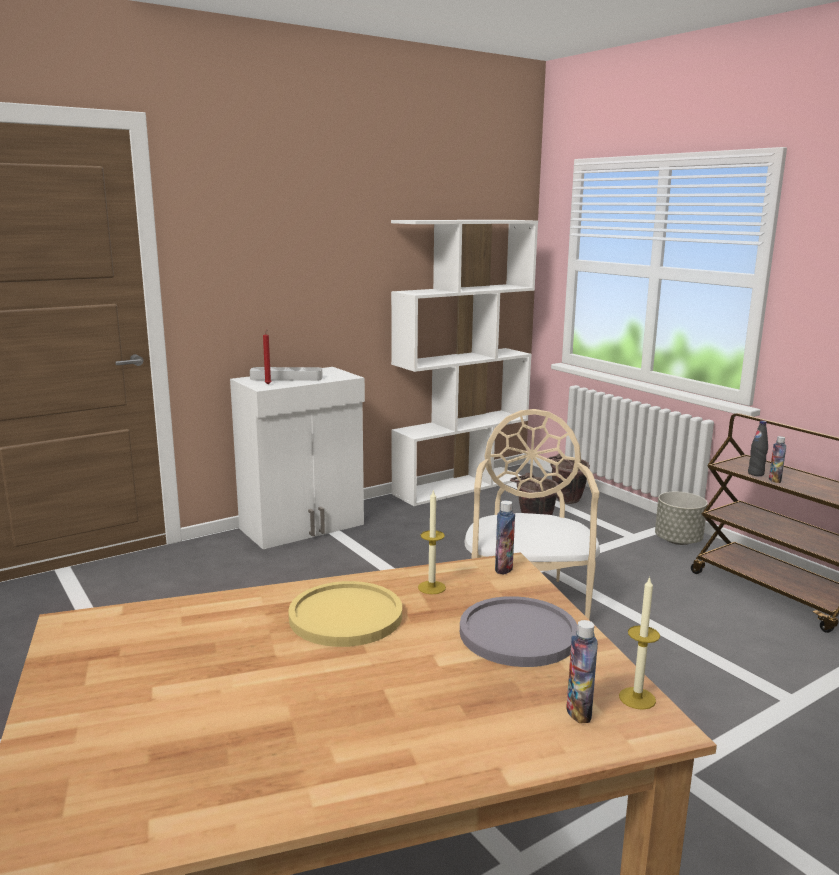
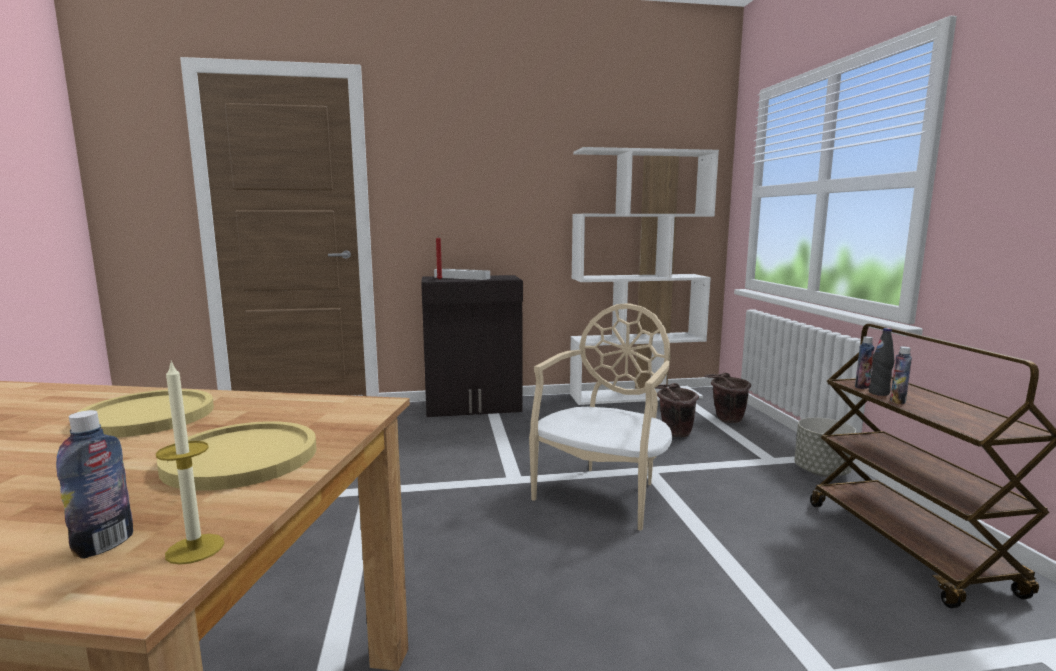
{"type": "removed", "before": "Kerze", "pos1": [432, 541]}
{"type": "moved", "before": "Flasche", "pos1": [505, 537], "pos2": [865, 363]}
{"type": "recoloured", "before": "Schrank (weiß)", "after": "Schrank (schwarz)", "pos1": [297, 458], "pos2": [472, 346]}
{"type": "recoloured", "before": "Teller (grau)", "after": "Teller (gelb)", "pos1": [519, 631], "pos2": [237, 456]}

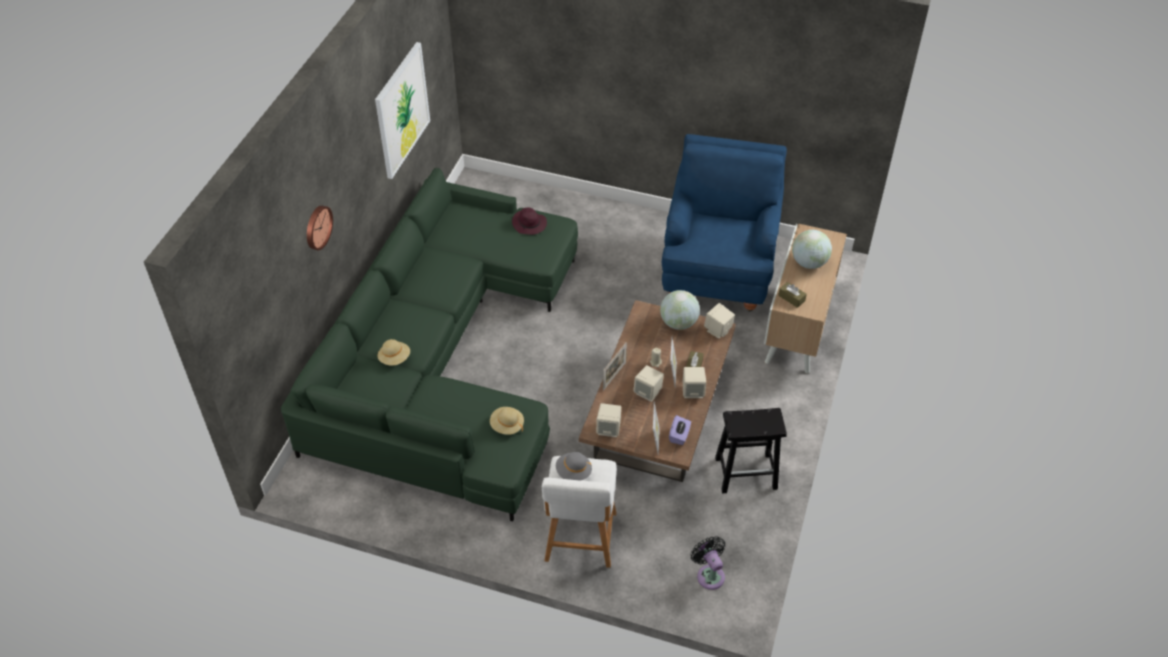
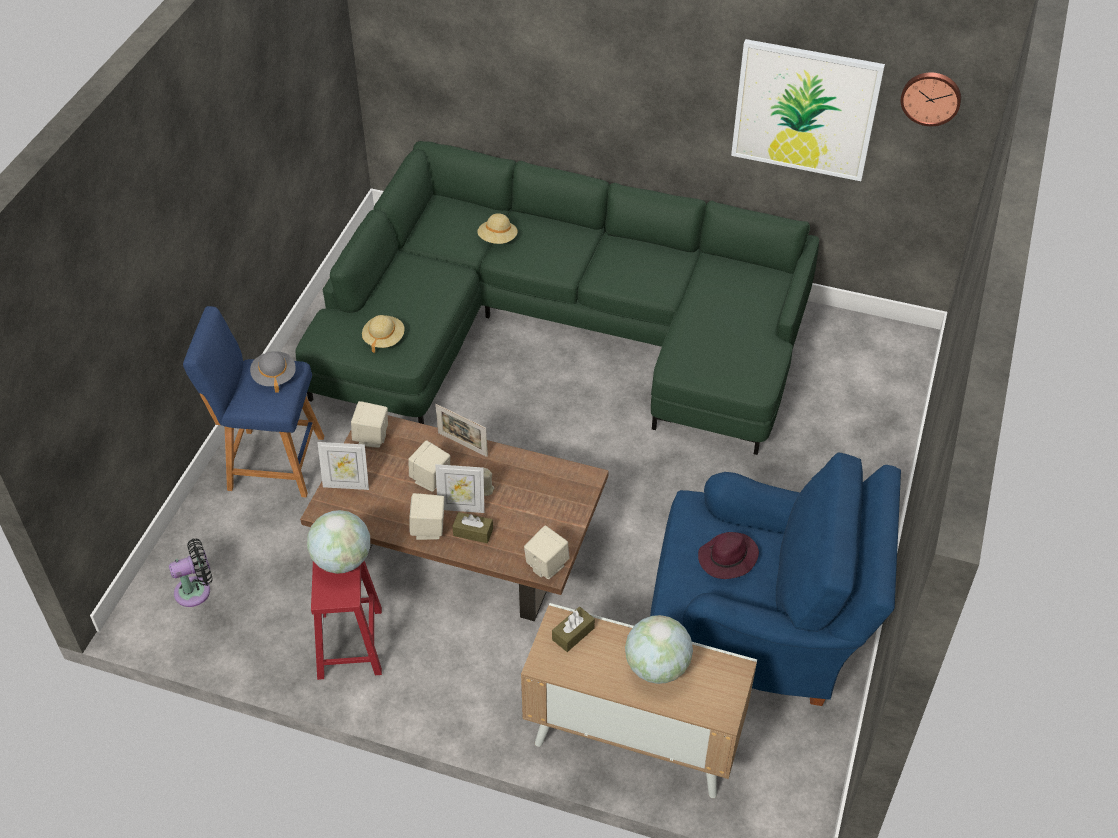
{"type": "removed", "before": "Taschentuchbox (lila)", "pos1": [680, 430]}
{"type": "moved", "before": "Wanduhr", "pos1": [320, 227], "pos2": [931, 99]}
{"type": "moved", "before": "Hut (lila)", "pos1": [529, 221], "pos2": [728, 555]}
{"type": "moved", "before": "Globus", "pos1": [680, 310], "pos2": [338, 542]}
{"type": "recoloured", "before": "Hocker (weiß)", "after": "Hocker (blau)", "pos1": [579, 512], "pos2": [253, 401]}
{"type": "recoloured", "before": "Hocker (schwarz)", "after": "Hocker (rot)", "pos1": [751, 451], "pos2": [346, 620]}

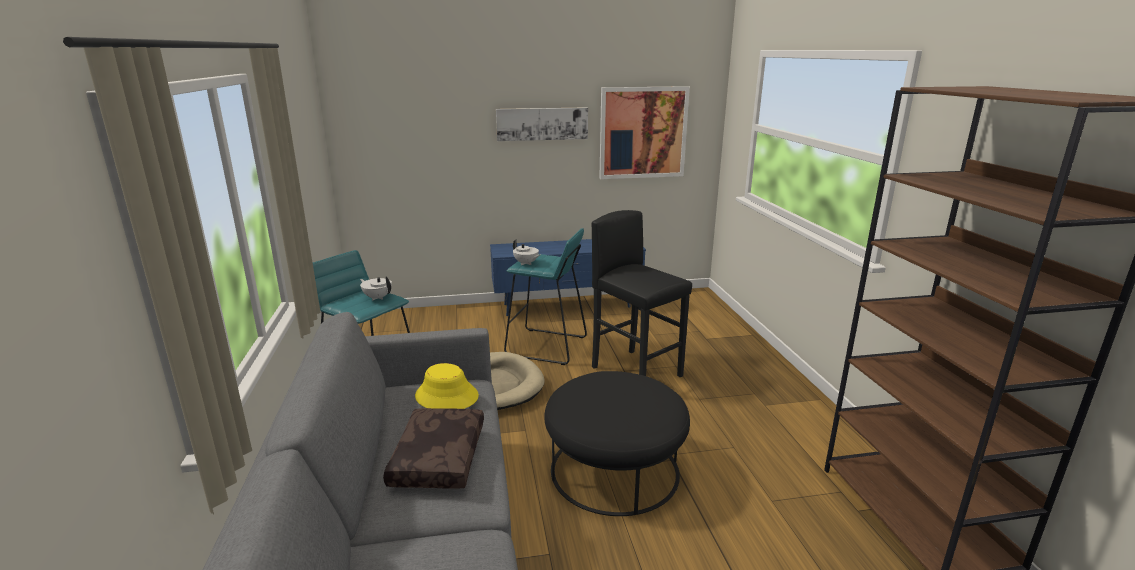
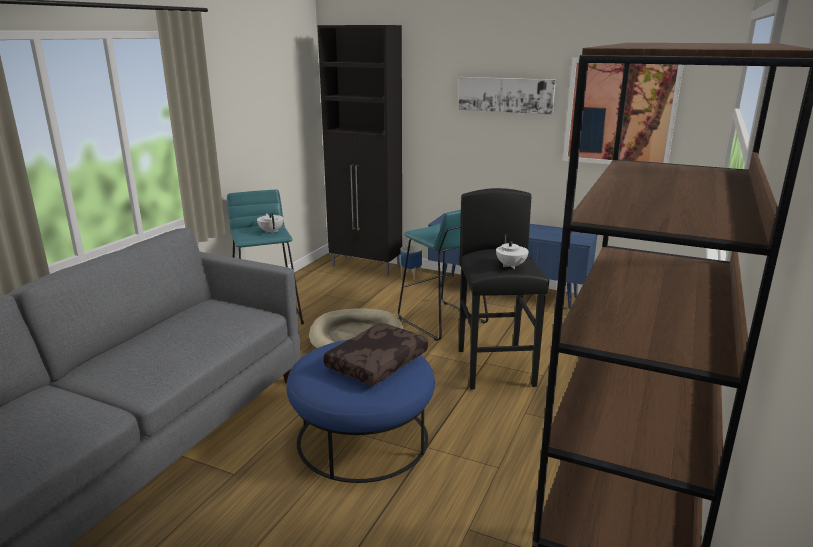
{"type": "removed", "before": "Hut (gelb)", "pos1": [447, 386]}
{"type": "added", "after": "Schrank (schwarz)", "pos2": [360, 150]}
{"type": "added", "after": "Pflanzkübel", "pos2": [411, 262]}
{"type": "moved", "before": "Kissen (braun)", "pos1": [433, 448], "pos2": [376, 354]}
{"type": "moved", "before": "Teekanne (weiß)", "pos1": [526, 252], "pos2": [512, 251]}
{"type": "recoloured", "before": "Polsterhocker (schwarz)", "after": "Polsterhocker (blau)", "pos1": [617, 443], "pos2": [360, 411]}

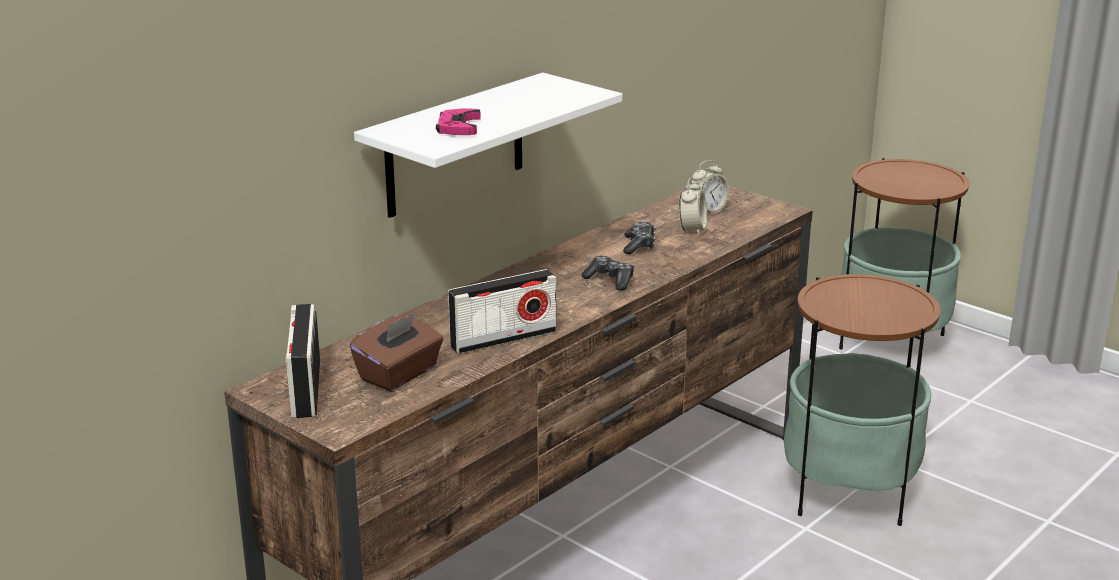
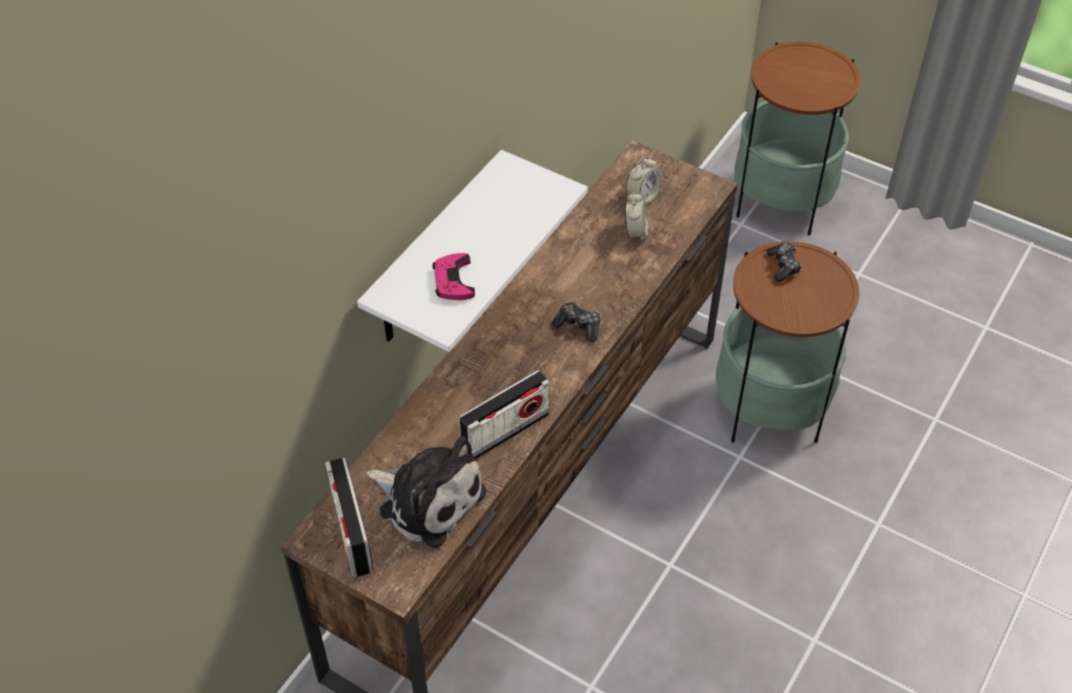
{"type": "moved", "before": "Gamepad", "pos1": [639, 238], "pos2": [784, 262]}
{"type": "replaced", "before": "Taschentuchbox (braun)", "after": "Plüschtier", "pos1": [396, 352], "pos2": [426, 492]}

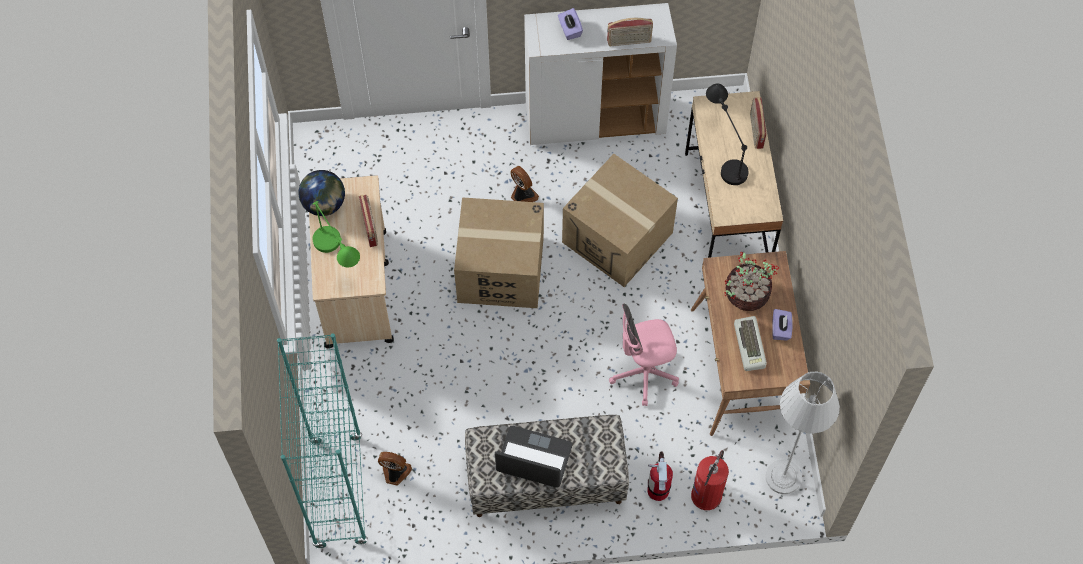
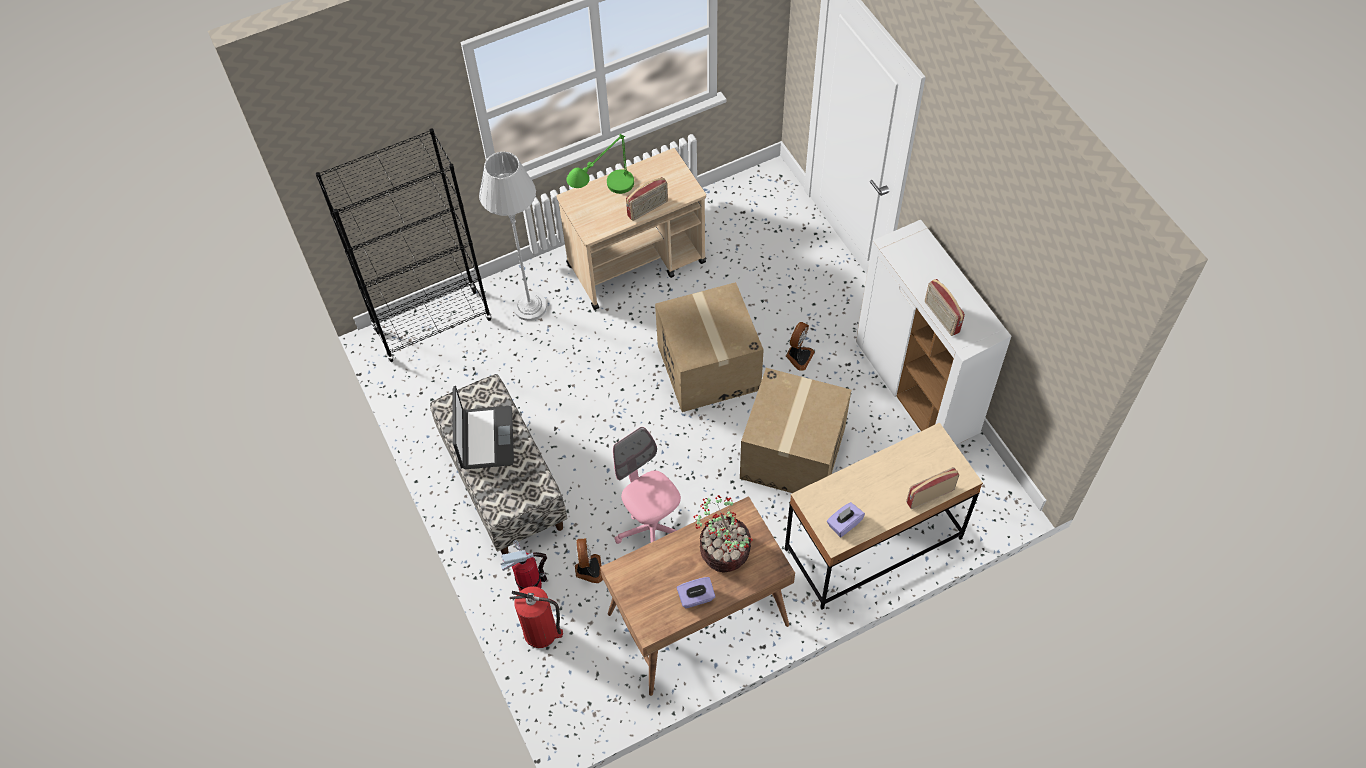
{"type": "removed", "before": "Globus", "pos1": [322, 193]}
{"type": "removed", "before": "Tischlampe (schwarz)", "pos1": [727, 134]}
{"type": "removed", "before": "Tastatur", "pos1": [750, 343]}
{"type": "moved", "before": "Ventilator", "pos1": [395, 469], "pos2": [589, 560]}
{"type": "moved", "before": "Taschentuchbox (lila)", "pos1": [570, 24], "pos2": [846, 519]}
{"type": "moved", "before": "Stehlampe (grau)", "pos1": [803, 432], "pos2": [513, 236]}
{"type": "recoloured", "before": "Bücherregal (türkis)", "after": "Bücherregal (schwarz)", "pos1": [322, 441], "pos2": [404, 245]}

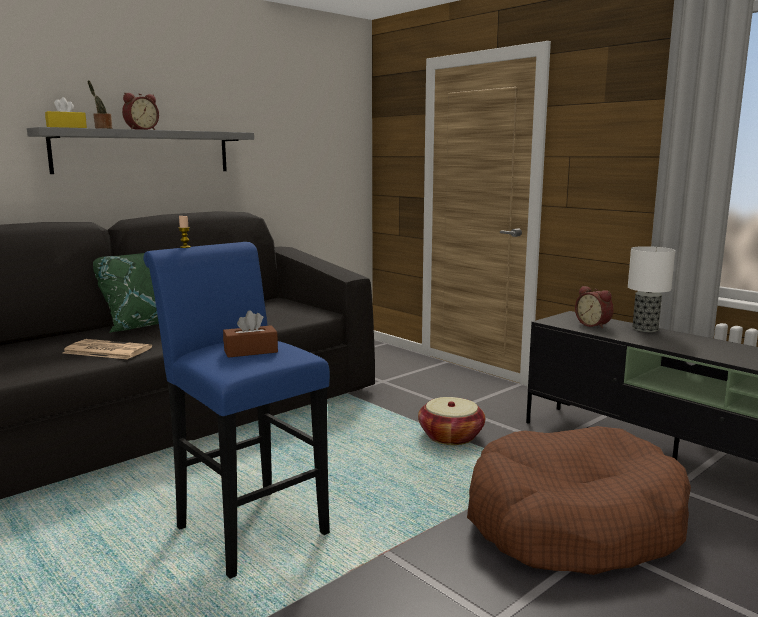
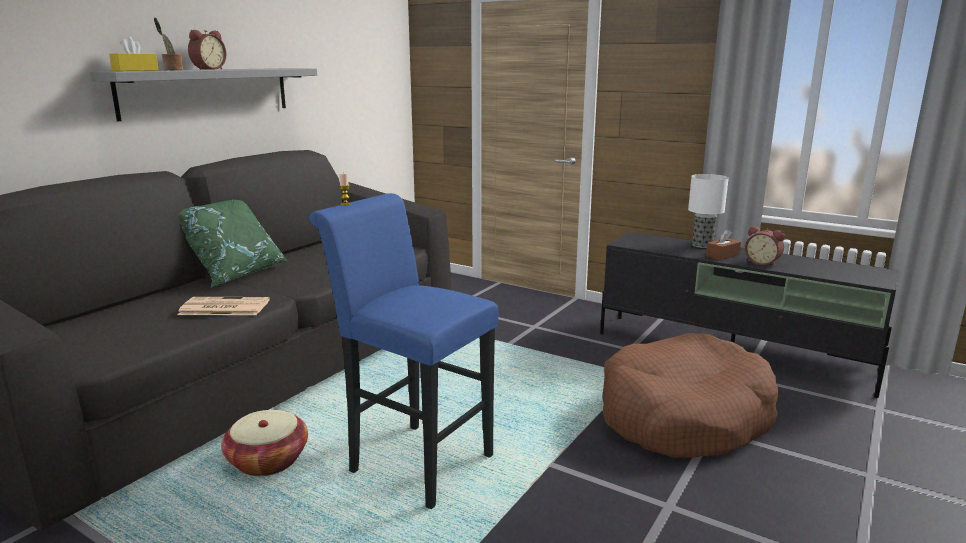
{"type": "moved", "before": "Taschentuchbox (braun)", "pos1": [250, 334], "pos2": [723, 244]}
{"type": "moved", "before": "Korb", "pos1": [451, 421], "pos2": [264, 443]}
{"type": "moved", "before": "Wecker", "pos1": [594, 307], "pos2": [765, 246]}

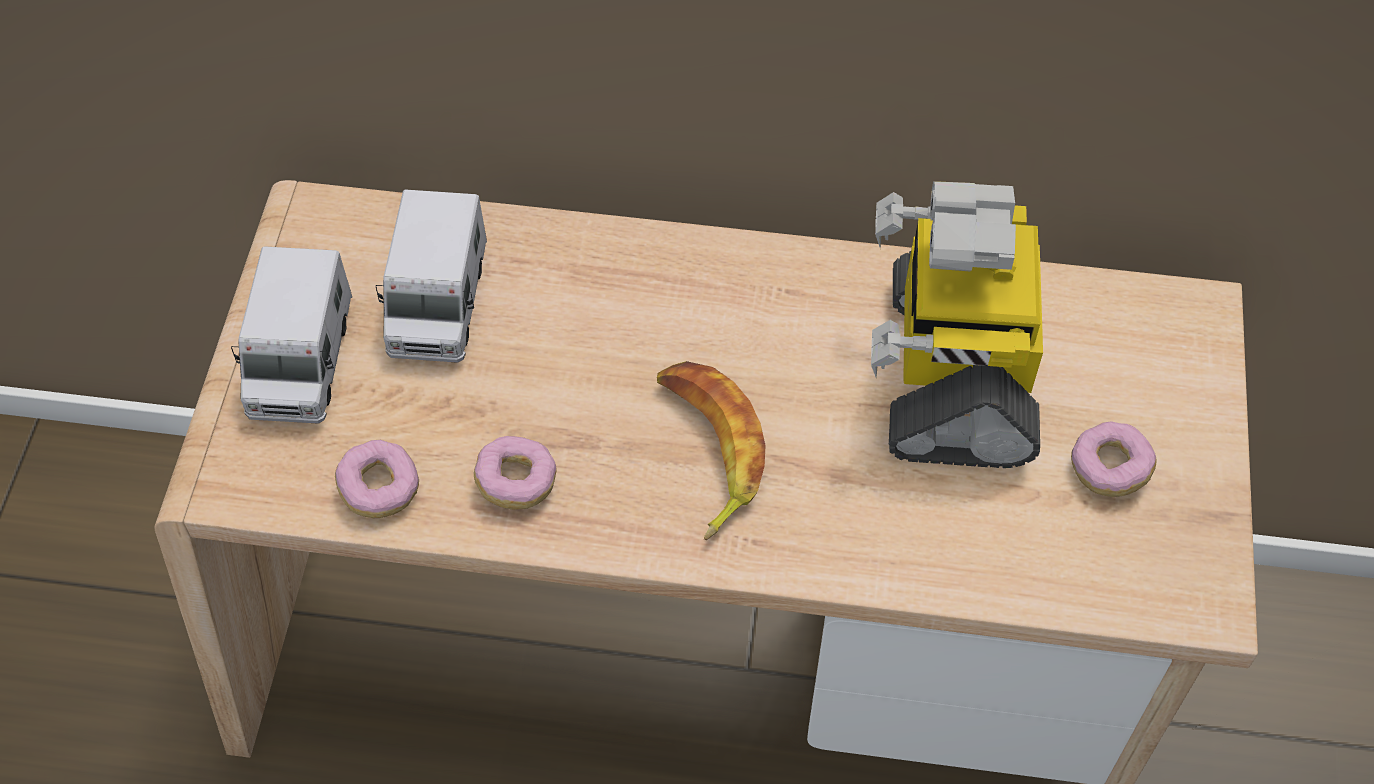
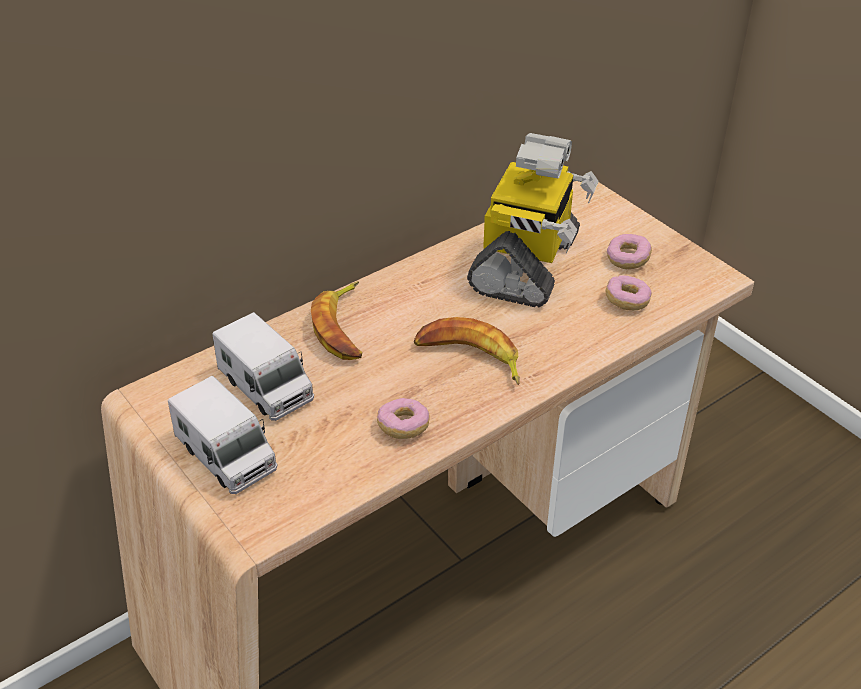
{"type": "added", "after": "Banane", "pos2": [336, 320]}
{"type": "moved", "before": "Donut", "pos1": [377, 479], "pos2": [628, 292]}
{"type": "turned", "before": "Spielzeugroboter", "pos1": [957, 324], "pos2": [533, 220], "turn": -120}

